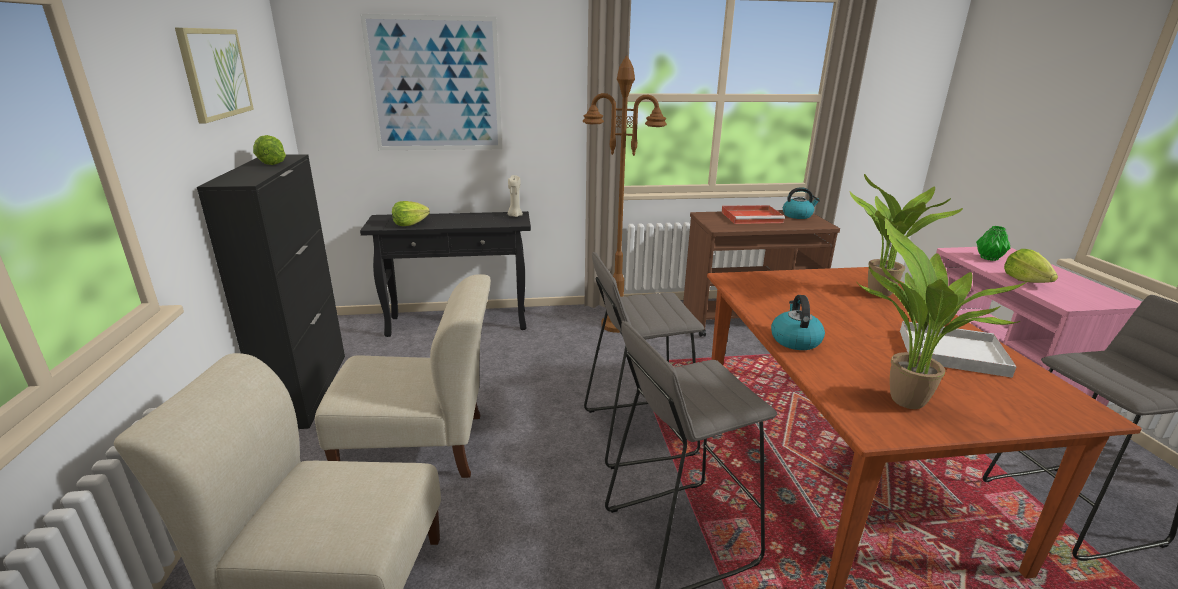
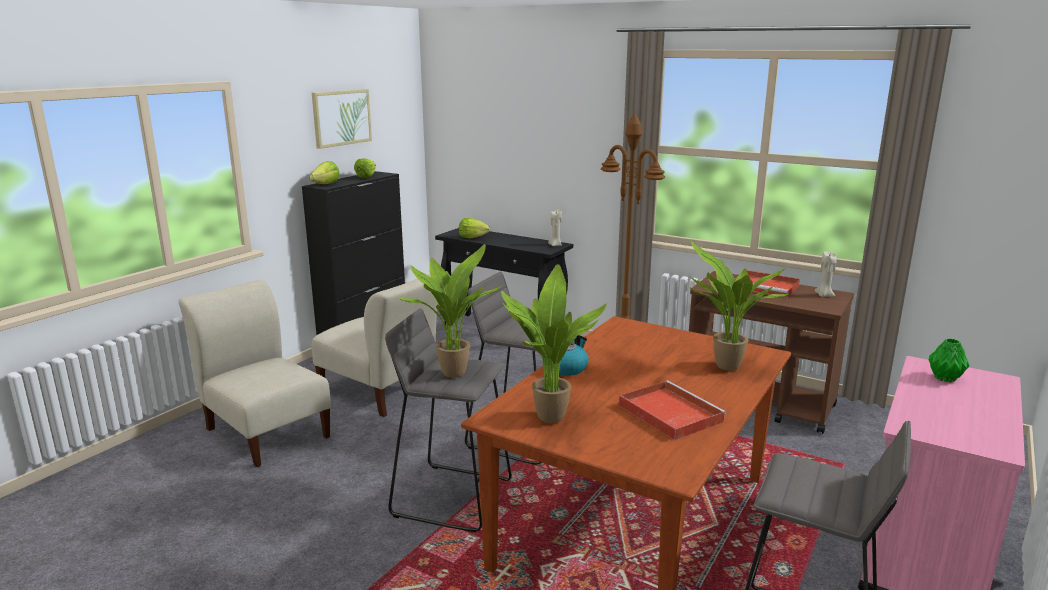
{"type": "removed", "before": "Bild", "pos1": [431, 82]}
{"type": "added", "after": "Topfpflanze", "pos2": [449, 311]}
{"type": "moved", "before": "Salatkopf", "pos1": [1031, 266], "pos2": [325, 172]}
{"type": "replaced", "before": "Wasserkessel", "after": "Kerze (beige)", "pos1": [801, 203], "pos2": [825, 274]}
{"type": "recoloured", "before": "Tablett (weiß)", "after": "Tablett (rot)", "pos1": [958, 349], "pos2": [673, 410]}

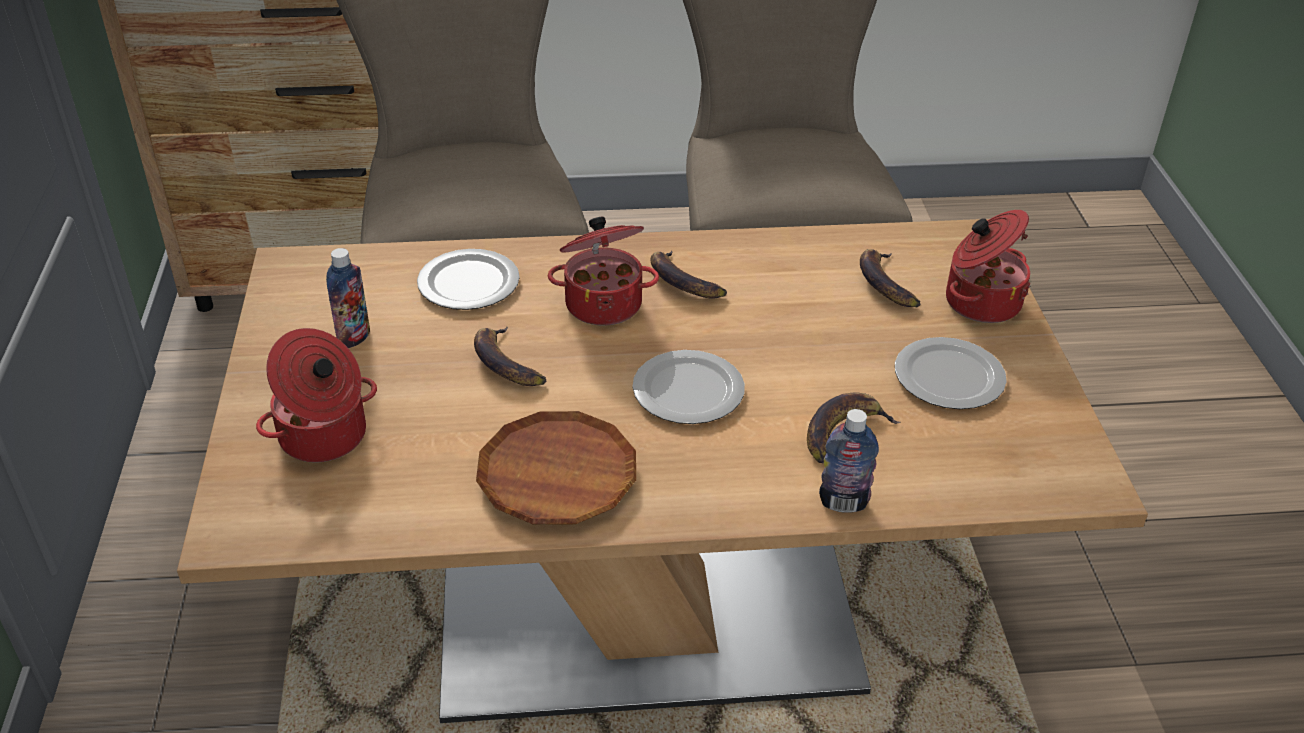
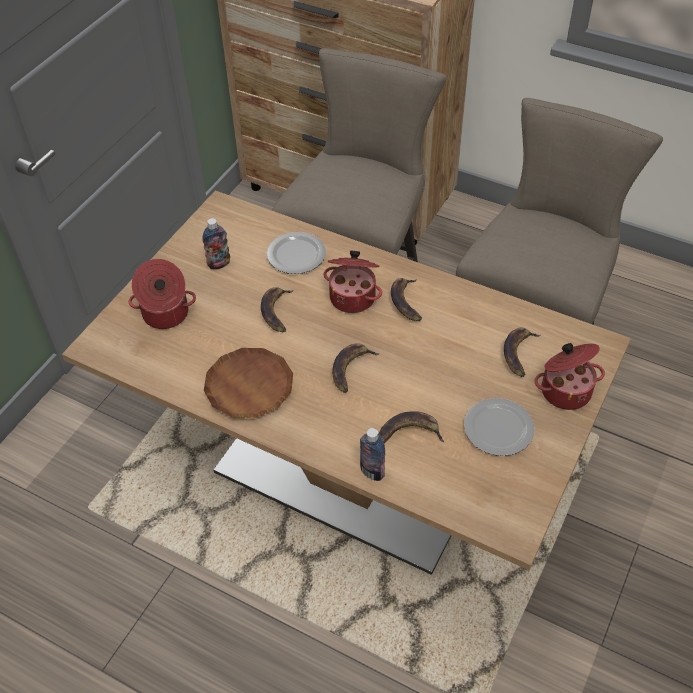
{"type": "replaced", "before": "Teller", "after": "Banane", "pos1": [688, 387], "pos2": [356, 368]}

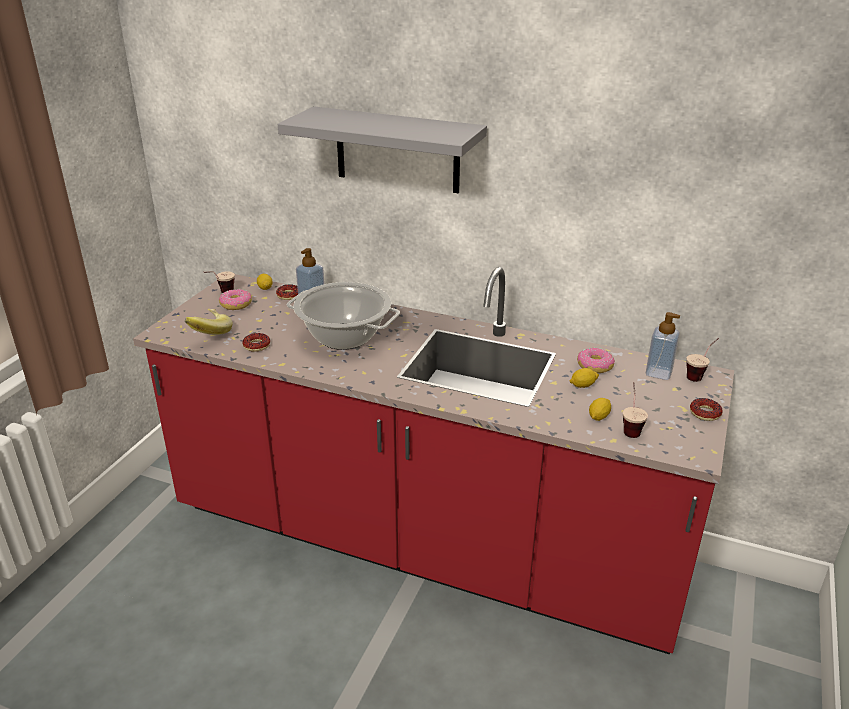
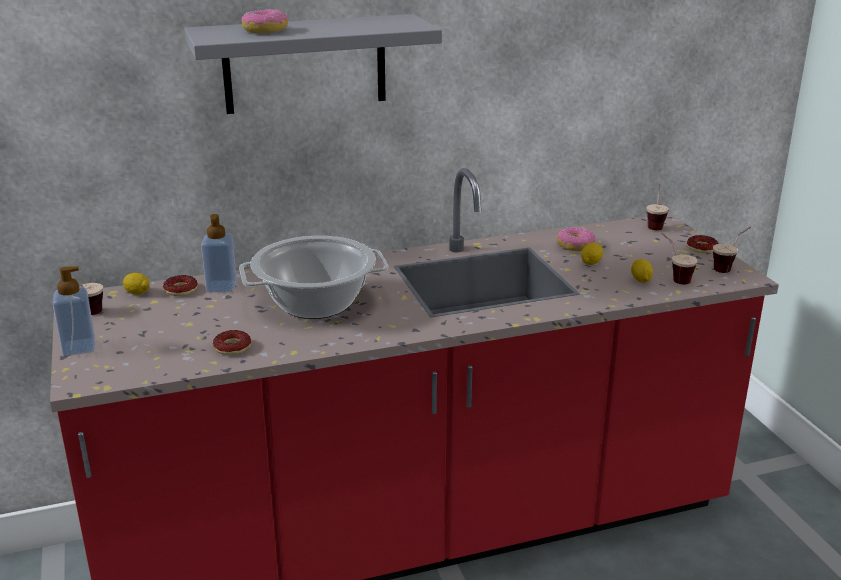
{"type": "removed", "before": "Banane", "pos1": [208, 322]}
{"type": "added", "after": "Tasse", "pos2": [732, 250]}
{"type": "moved", "before": "Donut", "pos1": [235, 299], "pos2": [264, 20]}
{"type": "moved", "before": "Seifenspender", "pos1": [663, 346], "pos2": [73, 311]}

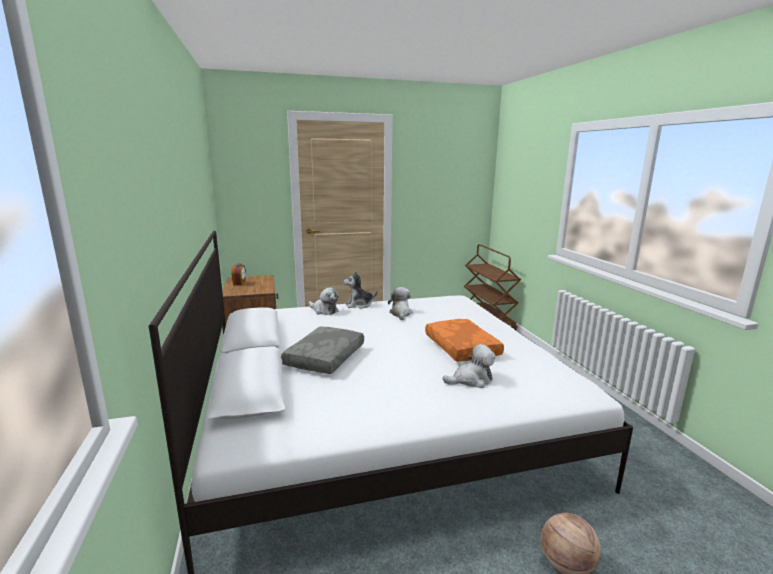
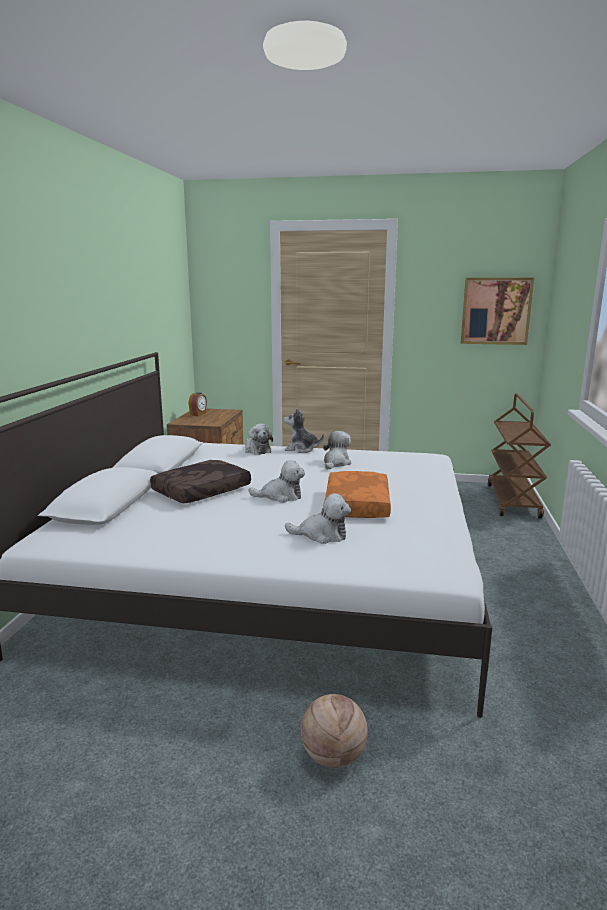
{"type": "added", "after": "Plüschtier", "pos2": [276, 481]}
{"type": "added", "after": "Bild", "pos2": [497, 311]}
{"type": "recoloured", "before": "Kissen (grau)", "after": "Kissen (braun)", "pos1": [322, 350], "pos2": [200, 482]}

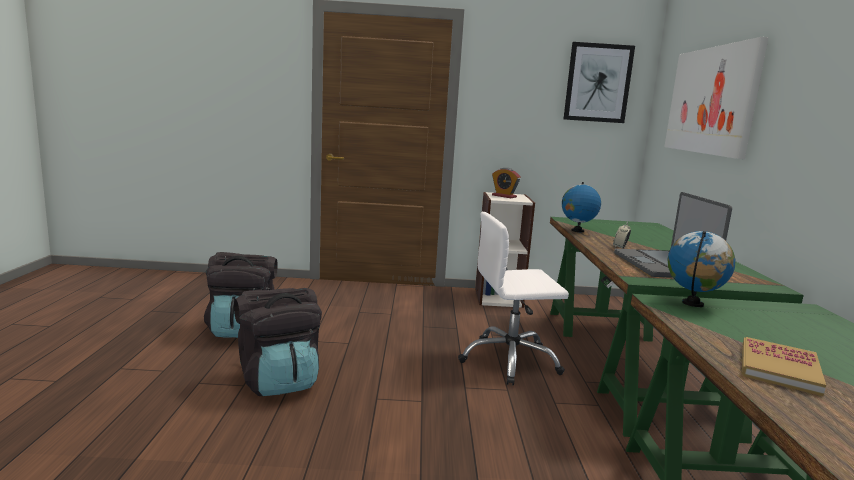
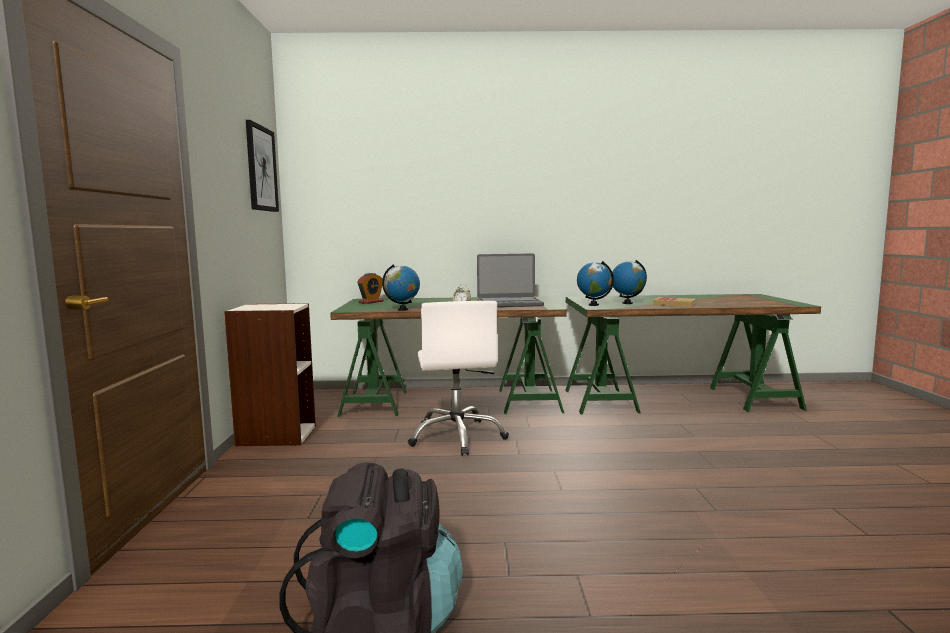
{"type": "removed", "before": "Rucksack (schwarz)", "pos1": [278, 342]}
{"type": "removed", "before": "Bild", "pos1": [716, 98]}
{"type": "added", "after": "Globus", "pos2": [629, 282]}
{"type": "moved", "before": "Wecker", "pos1": [506, 183], "pos2": [370, 288]}

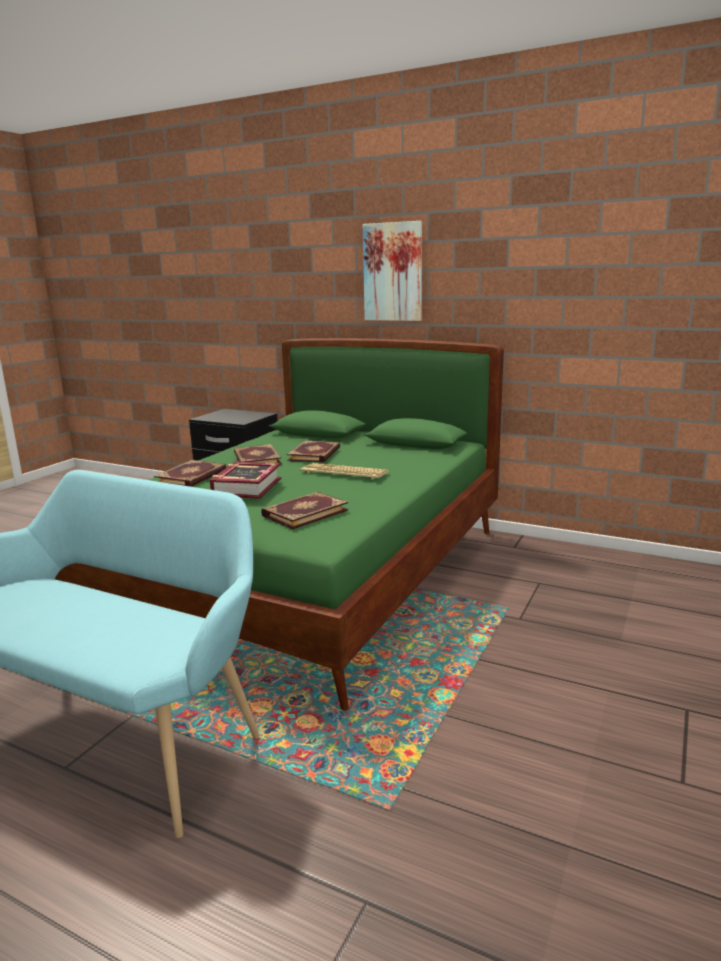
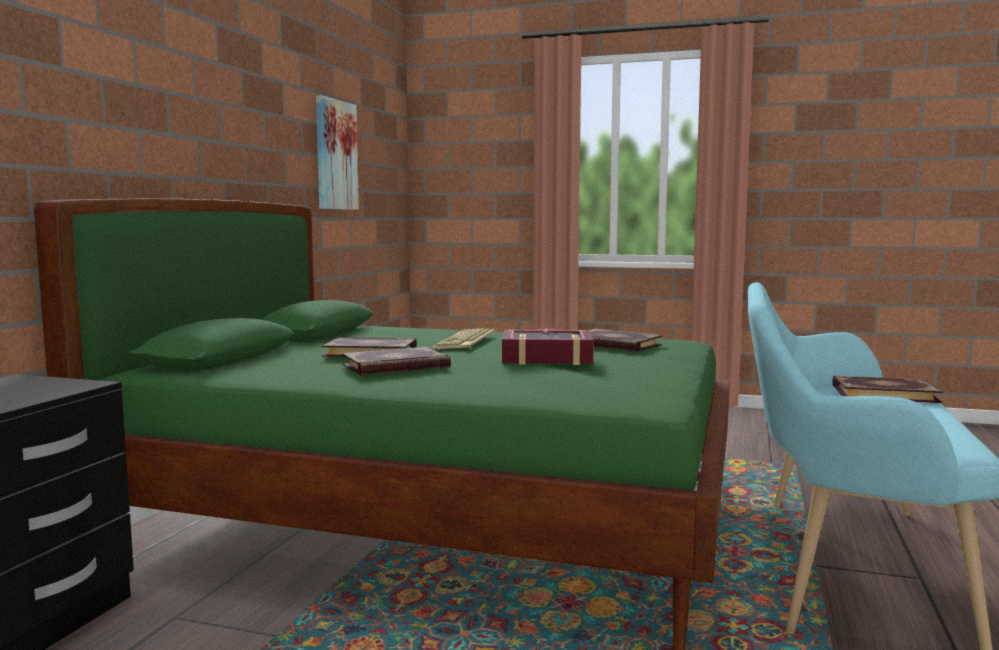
{"type": "moved", "before": "Buch", "pos1": [190, 473], "pos2": [888, 389]}
{"type": "moved", "before": "Bild", "pos1": [392, 271], "pos2": [337, 152]}

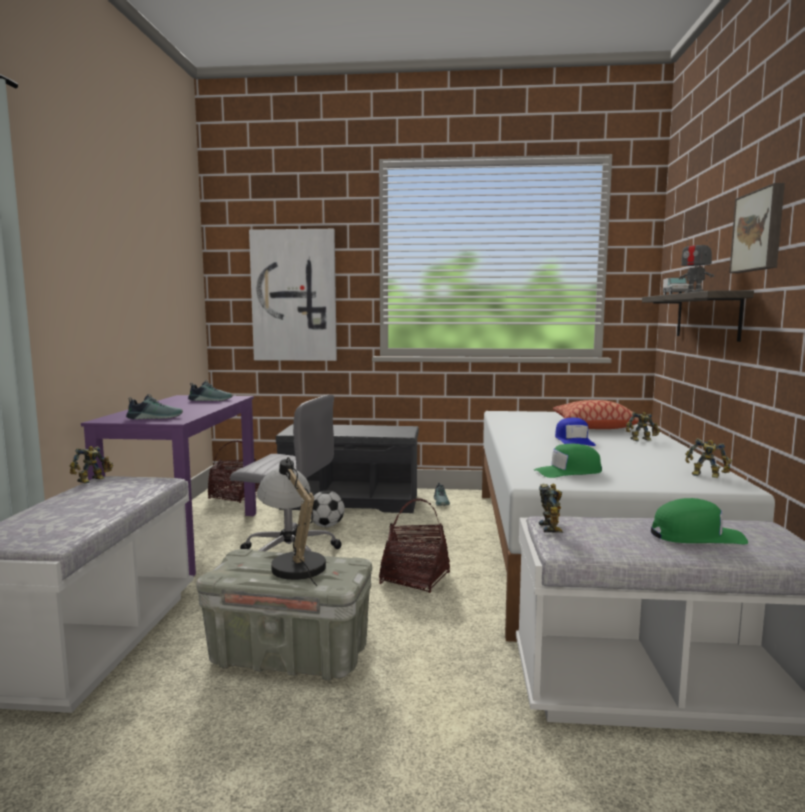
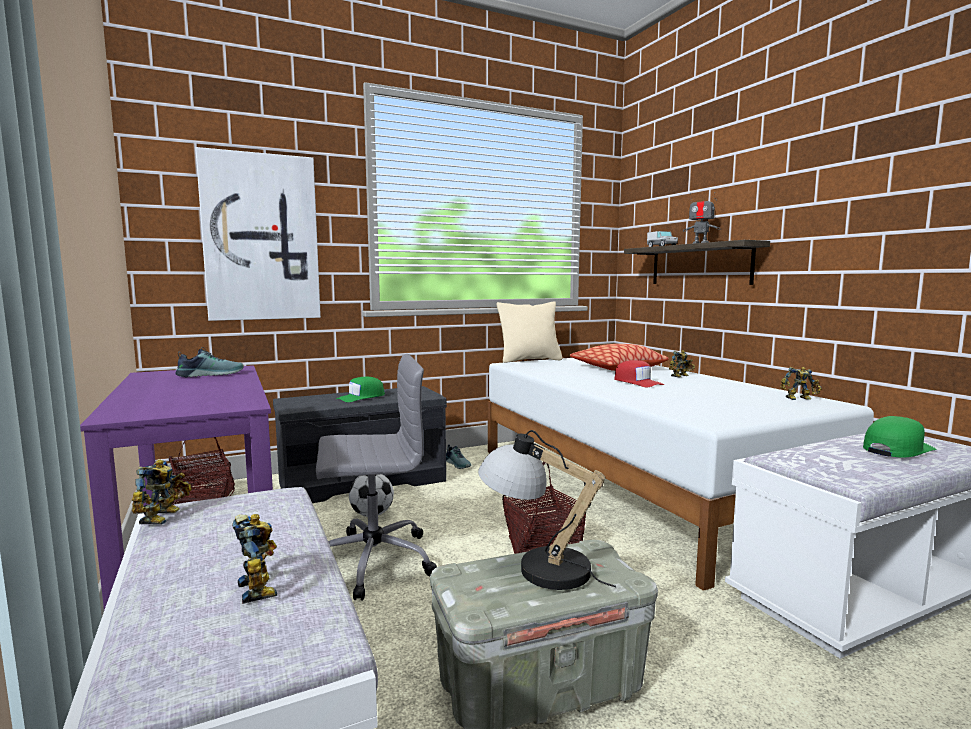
{"type": "removed", "before": "Schuh", "pos1": [154, 407]}
{"type": "removed", "before": "Bild", "pos1": [757, 228]}
{"type": "added", "after": "Kissen (beige)", "pos2": [529, 332]}
{"type": "moved", "before": "Kappe (grün)", "pos1": [568, 461], "pos2": [360, 389]}
{"type": "moved", "before": "Spielzeugroboter", "pos1": [551, 508], "pos2": [254, 559]}
{"type": "recoloured", "before": "Kappe (blau)", "after": "Kappe (rot)", "pos1": [575, 432], "pos2": [639, 373]}

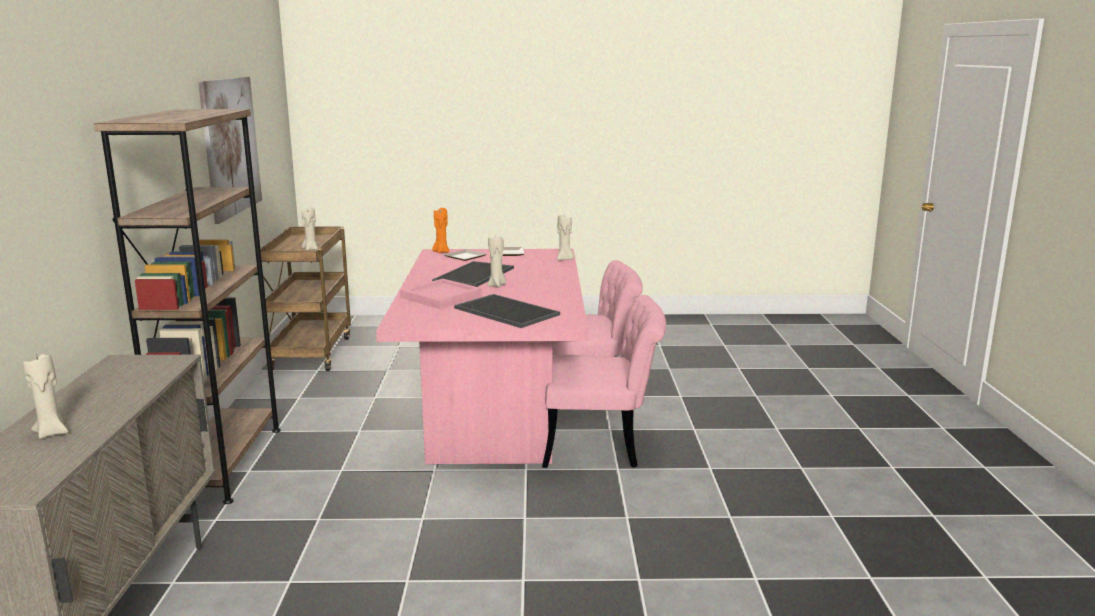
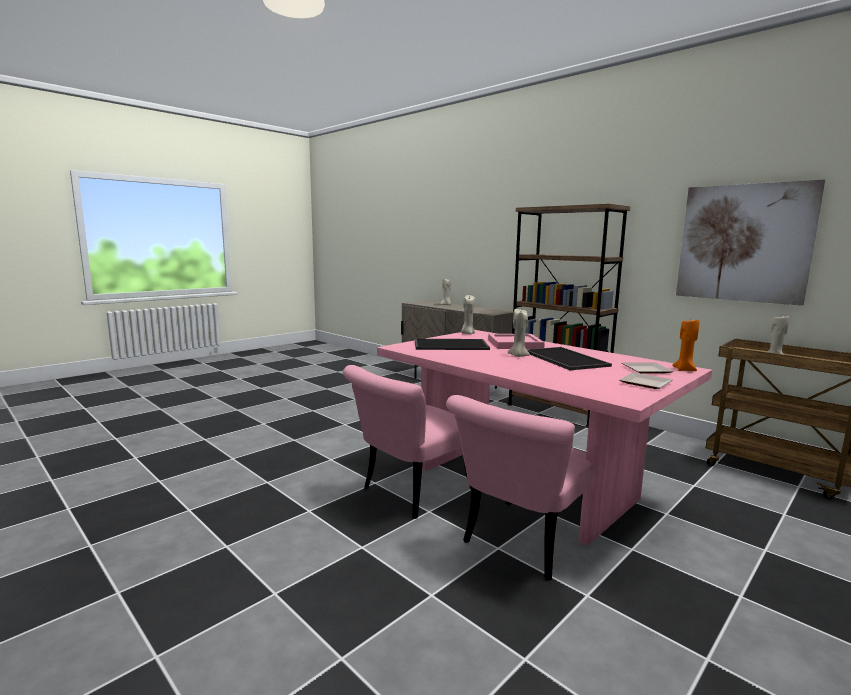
{"type": "moved", "before": "Kerze (beige)", "pos1": [565, 237], "pos2": [468, 314]}

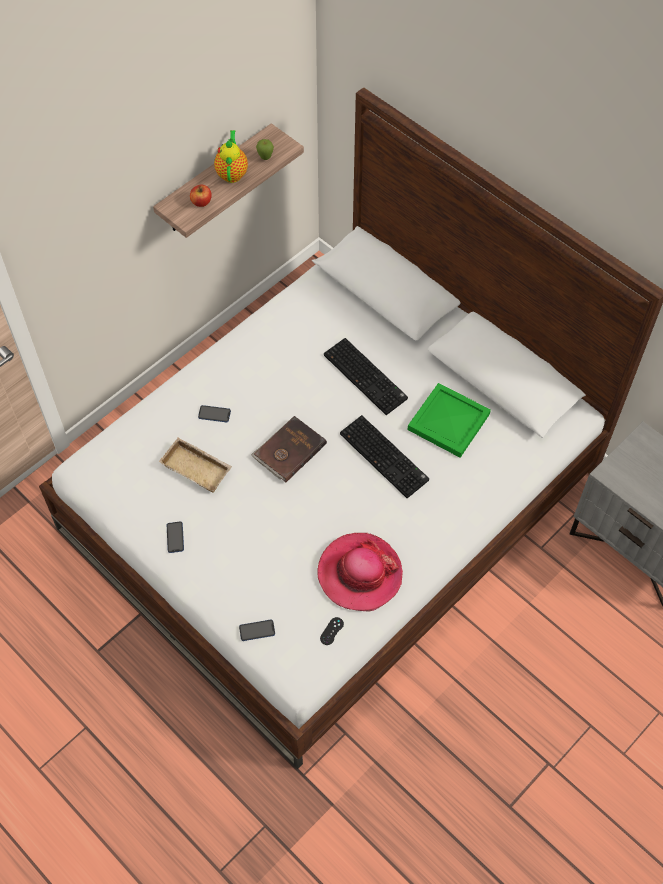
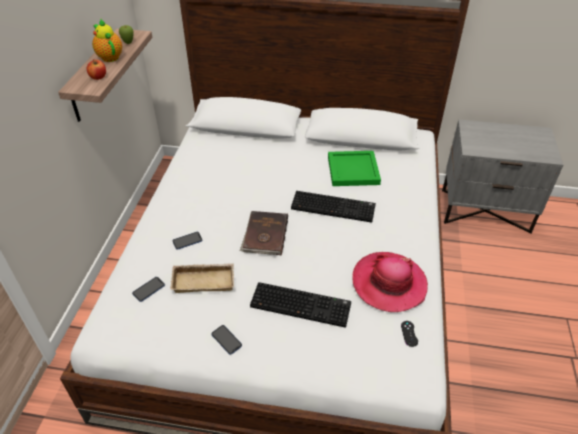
{"type": "moved", "before": "Handy", "pos1": [257, 630], "pos2": [148, 289]}
{"type": "moved", "before": "Tastatur", "pos1": [366, 376], "pos2": [300, 305]}

